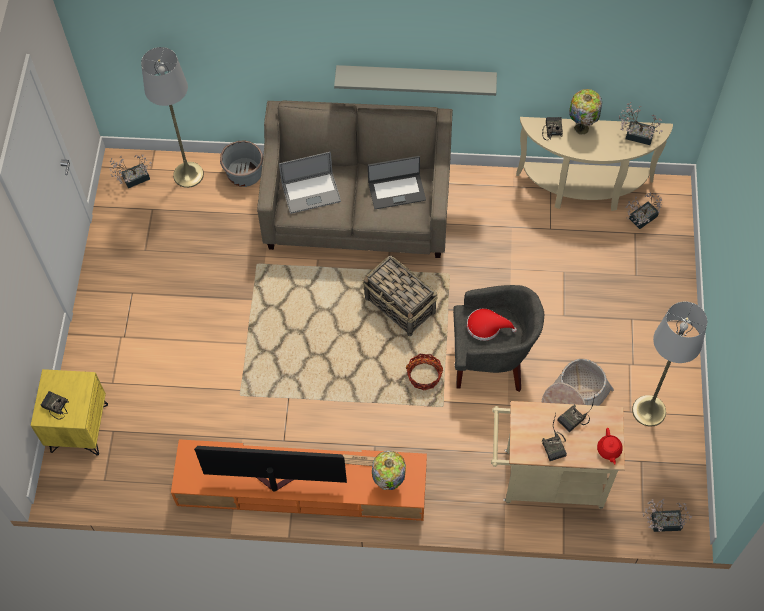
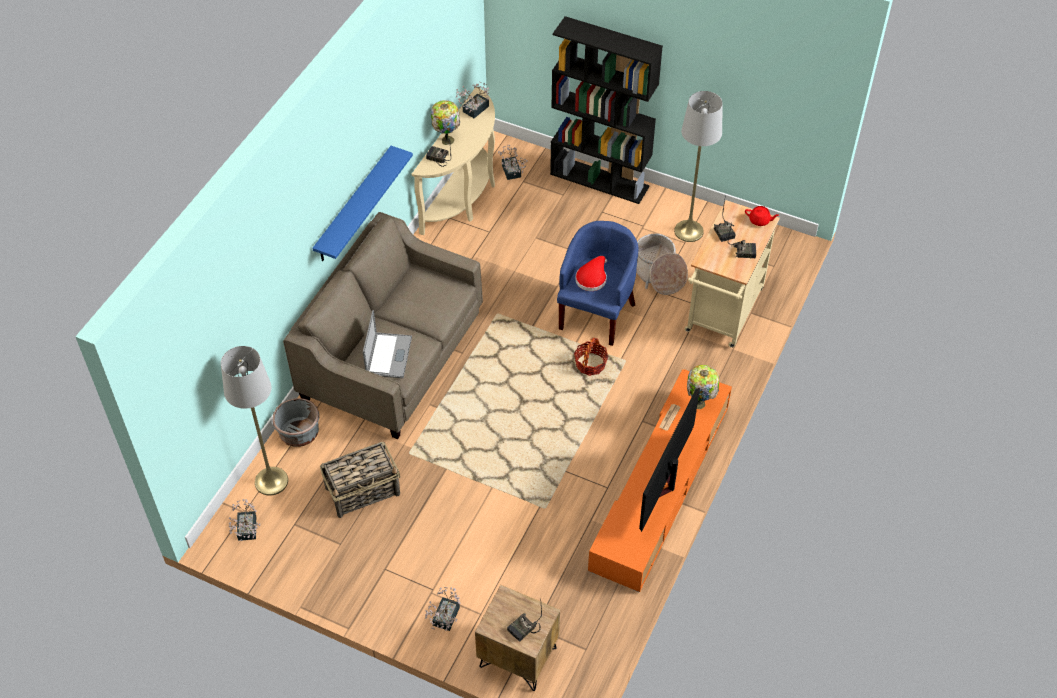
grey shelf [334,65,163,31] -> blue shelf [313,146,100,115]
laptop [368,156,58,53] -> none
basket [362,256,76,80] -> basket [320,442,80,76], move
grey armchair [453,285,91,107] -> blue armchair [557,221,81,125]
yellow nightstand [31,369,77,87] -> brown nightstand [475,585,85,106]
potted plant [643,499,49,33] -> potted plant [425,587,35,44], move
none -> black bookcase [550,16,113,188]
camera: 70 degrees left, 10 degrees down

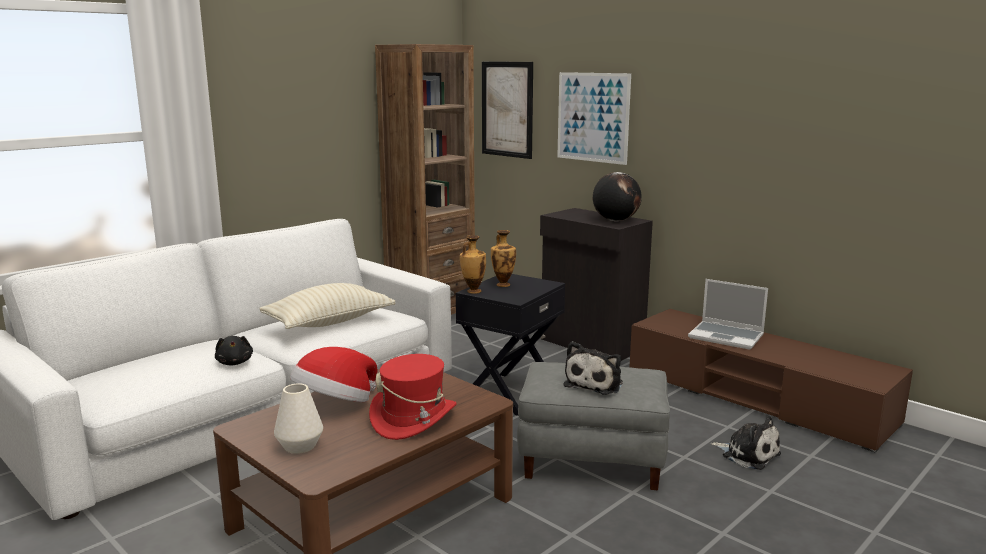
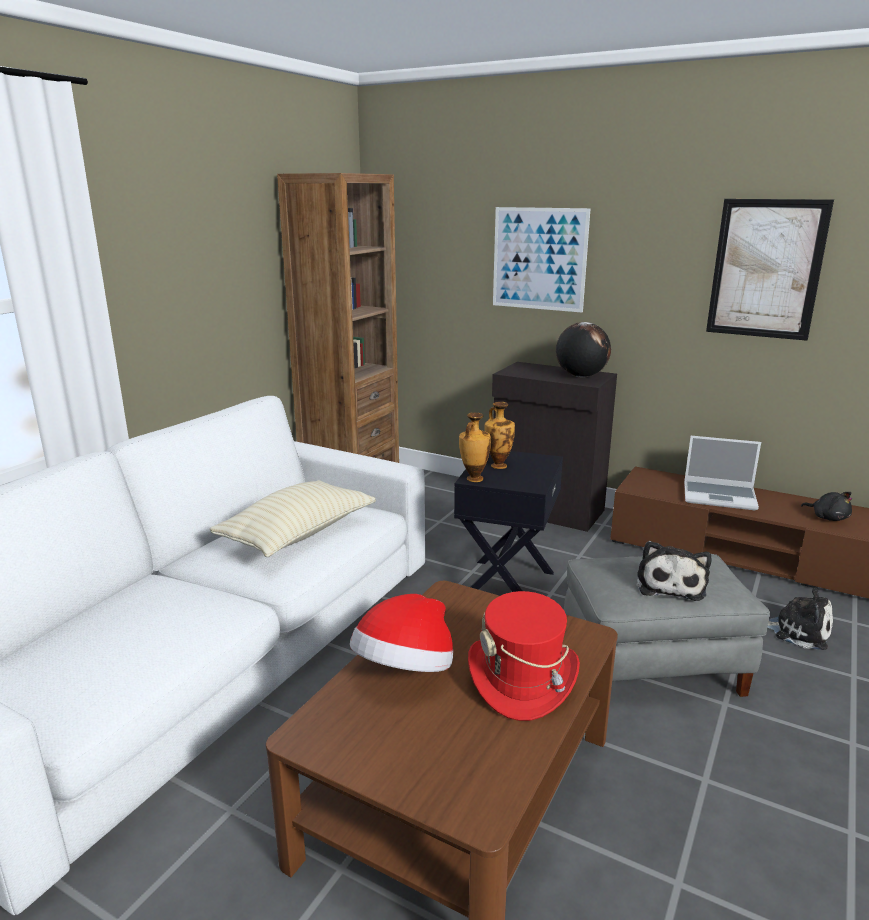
picture [482,62,51,97] -> picture [706,199,128,142], move
black plush toy [215,336,38,29] -> black plush toy [801,492,51,29], move
white vase [274,383,49,71] -> none
camera: 15 degrees left, 5 degrees up

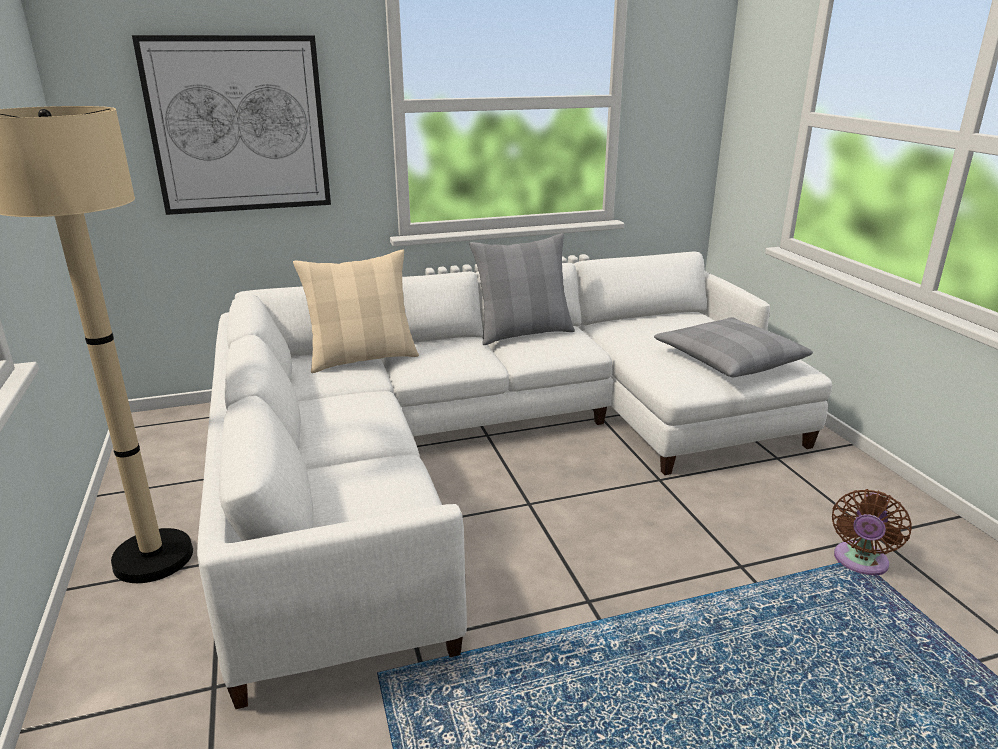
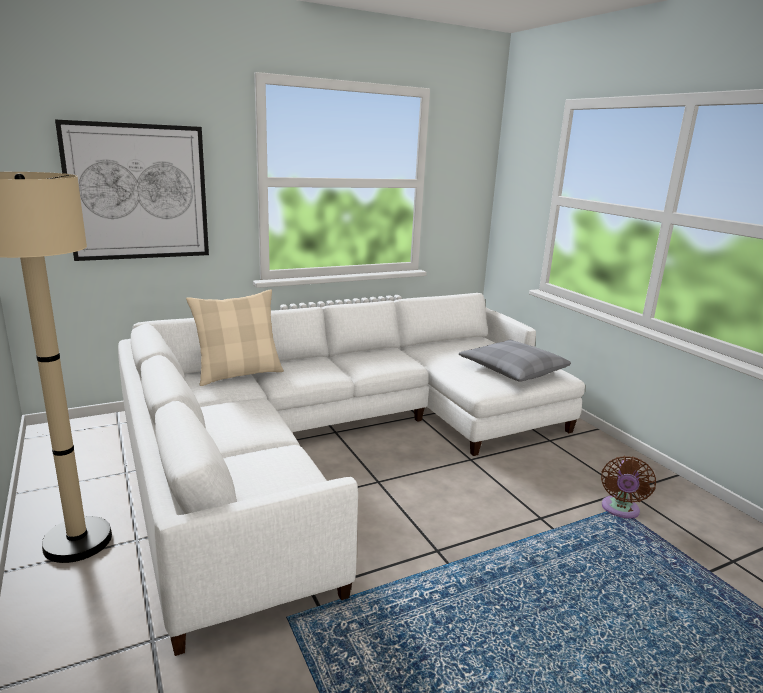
grey pillow [469,233,106,112] -> none
camera: 10 degrees left, 5 degrees down

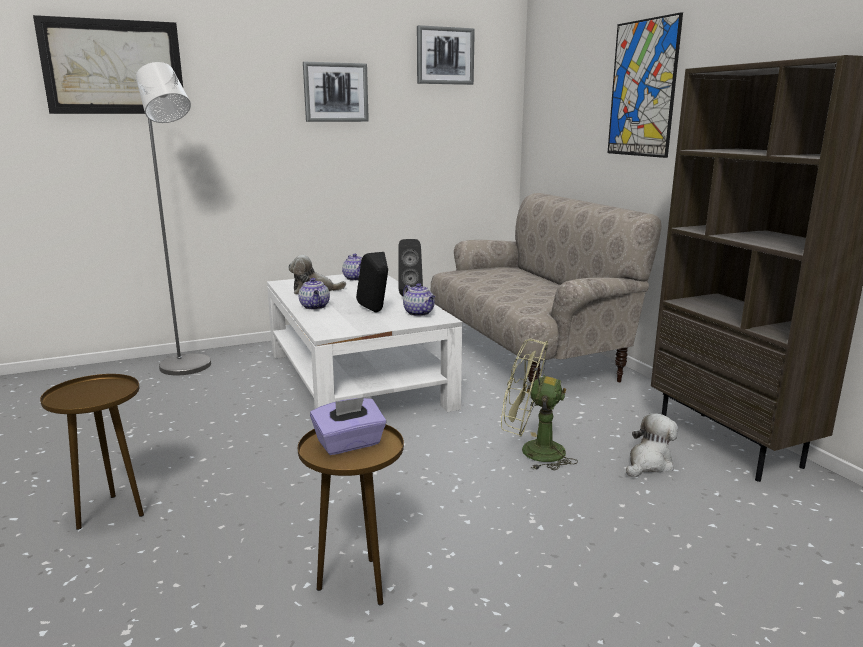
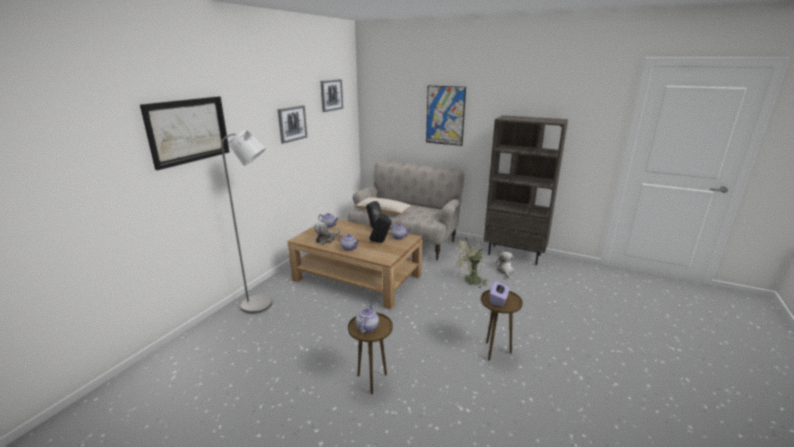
white coffee table [267,274,195,138] -> brown coffee table [287,219,135,90]
none -> beige pillow [355,197,57,17]
none -> teapot [356,304,23,29]
camera: 40 degrees left, 5 degrees up

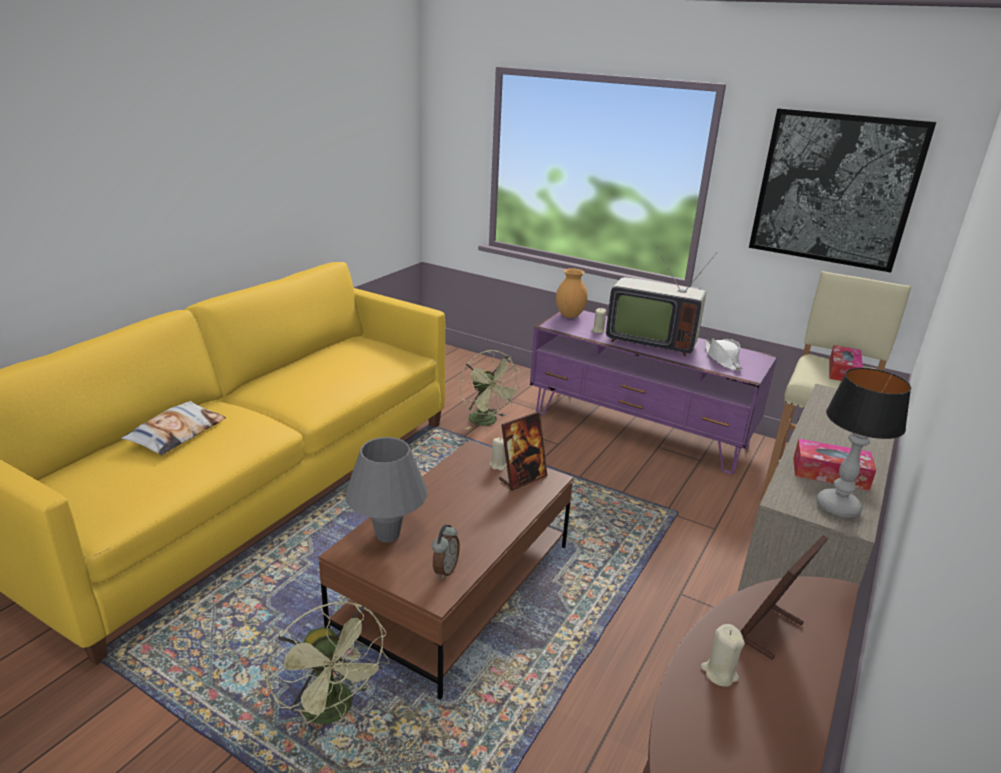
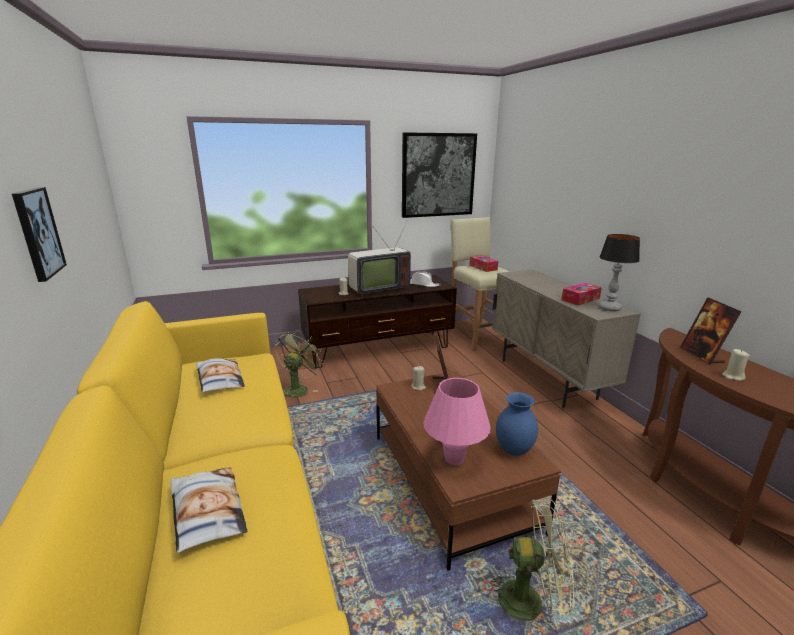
brown vase [556,268,32,50] -> none
purple tv stand [530,310,247,164] -> brown tv stand [298,275,159,93]
green fan [459,350,62,80] -> green fan [275,331,49,66], 75 degrees counterclockwise
grey table lamp [345,437,82,105] -> pink table lamp [423,378,68,87]
alarm clock [432,525,28,54] -> blue vase [496,392,42,64]
none -> picture [12,187,55,95]
none -> pillow [196,358,49,34]
camera: 50 degrees left, 5 degrees down

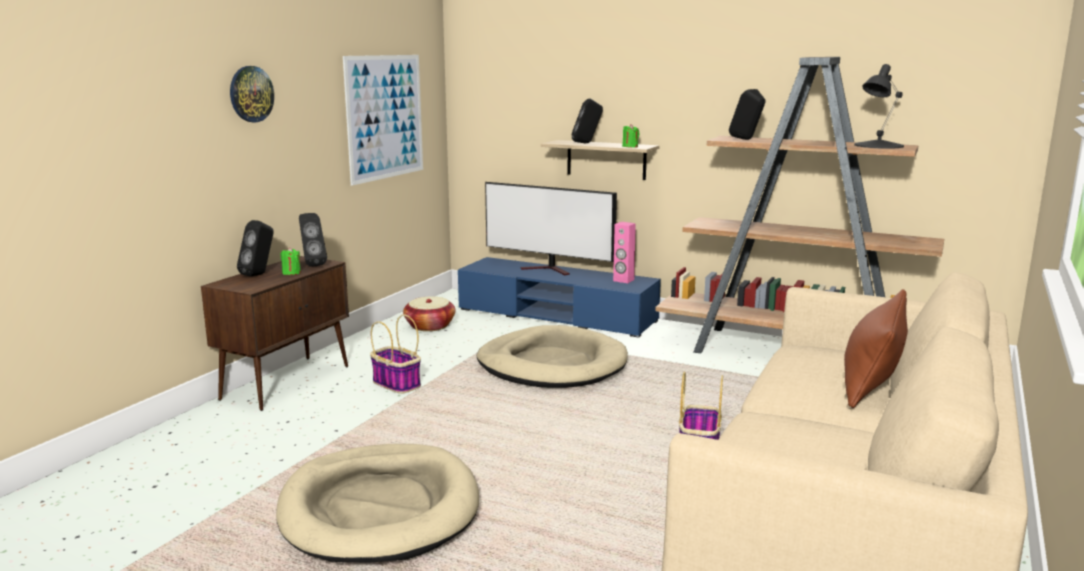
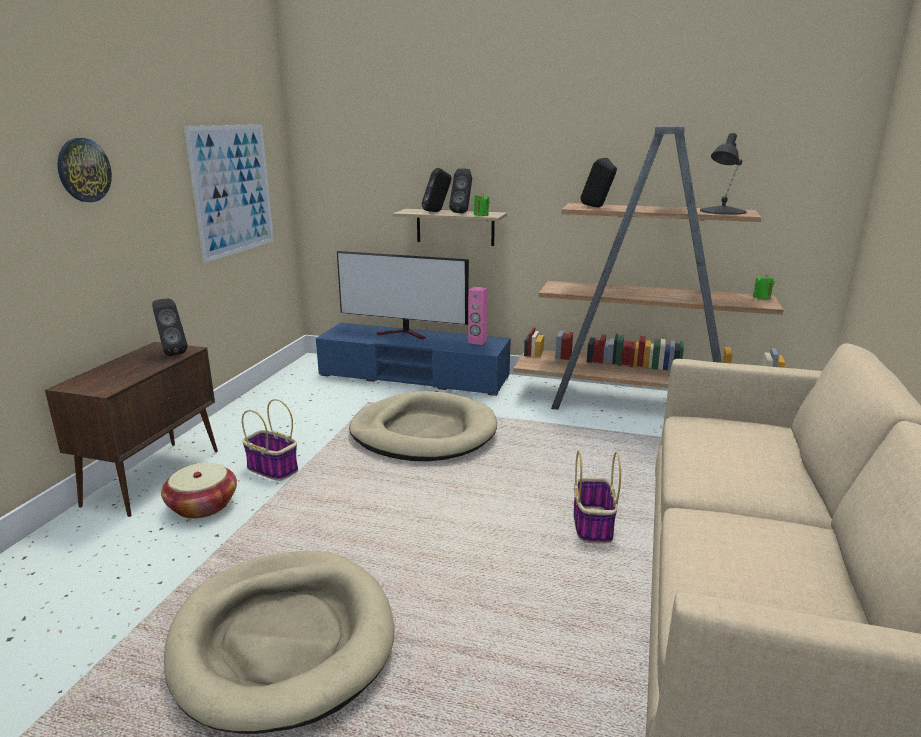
black speaker [237,220,37,56] -> black speaker [449,169,23,45], move
green candle [280,247,21,28] -> green candle [753,275,22,24], move
brown pillow [844,289,64,119] -> none
basket [403,296,52,35] -> basket [161,463,76,56], move
camera: 10 degrees left, 5 degrees up

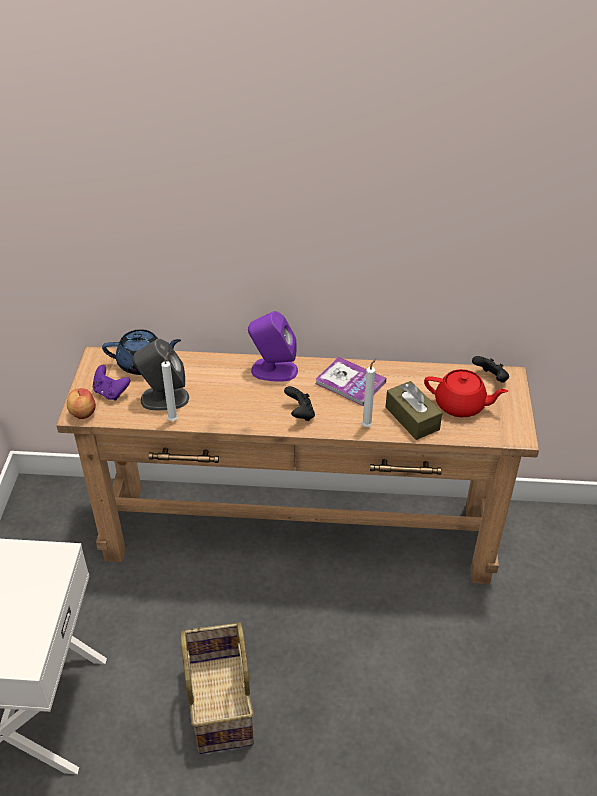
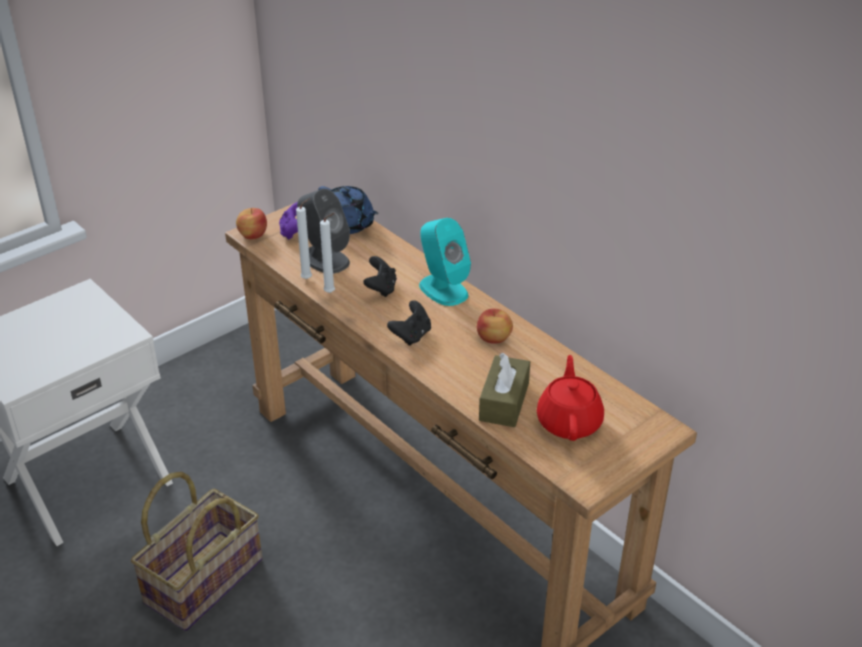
purple speaker [248,311,50,71] -> turquoise speaker [419,218,52,88]
black game controller [472,356,37,27] -> black game controller [363,256,34,41], move
book [315,357,71,49] -> apple [477,309,36,35]
white candle [362,358,15,69] -> white candle [320,213,15,80], move
red teapot [424,369,84,48] -> red teapot [537,355,67,86], 150 degrees counterclockwise
camera: 45 degrees right, 5 degrees down

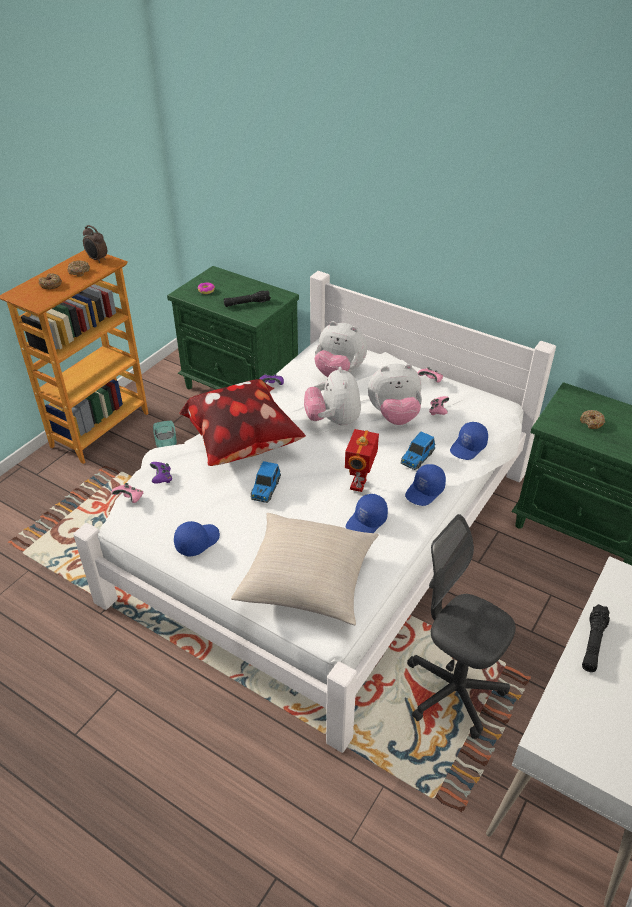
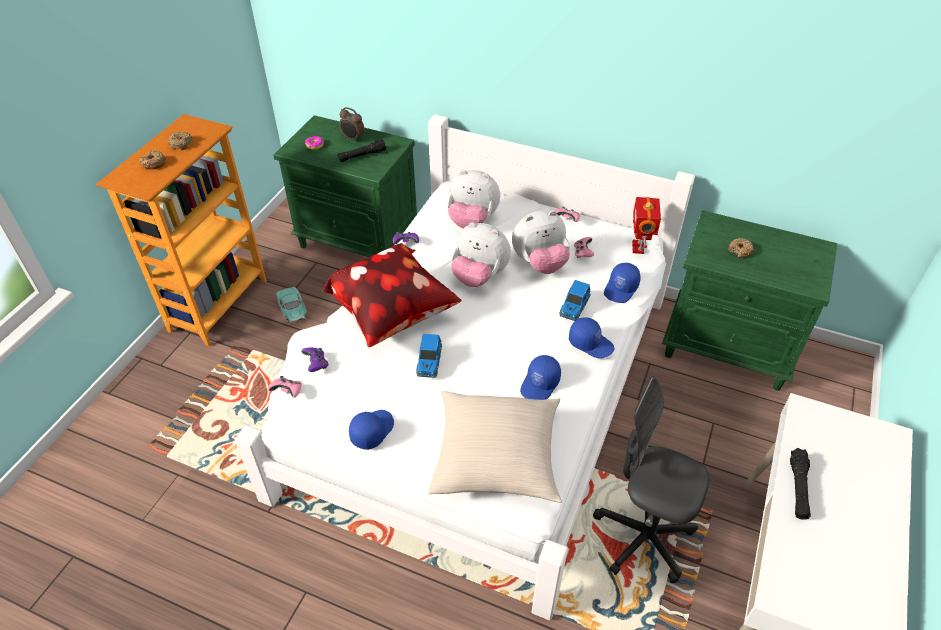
alarm clock [83,225,24,38] -> alarm clock [339,107,25,35], move
plush toy [304,367,57,59] -> plush toy [451,222,60,65], 45 degrees counterclockwise
toy robot [345,429,34,63] -> toy robot [632,197,29,57], move
blue cap [405,464,41,42] -> blue cap [569,317,45,42], 90 degrees counterclockwise
camera: 10 degrees left, 5 degrees up

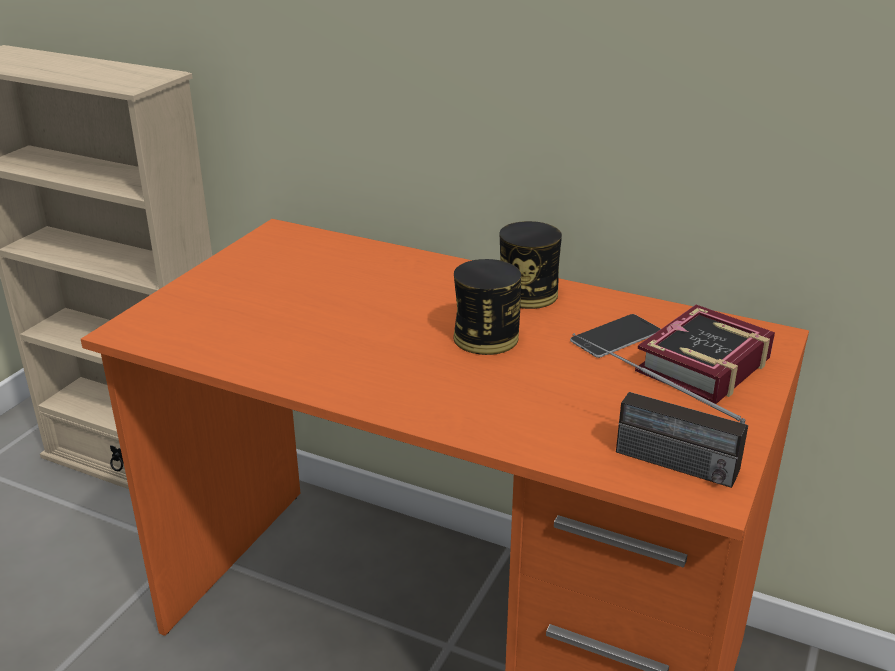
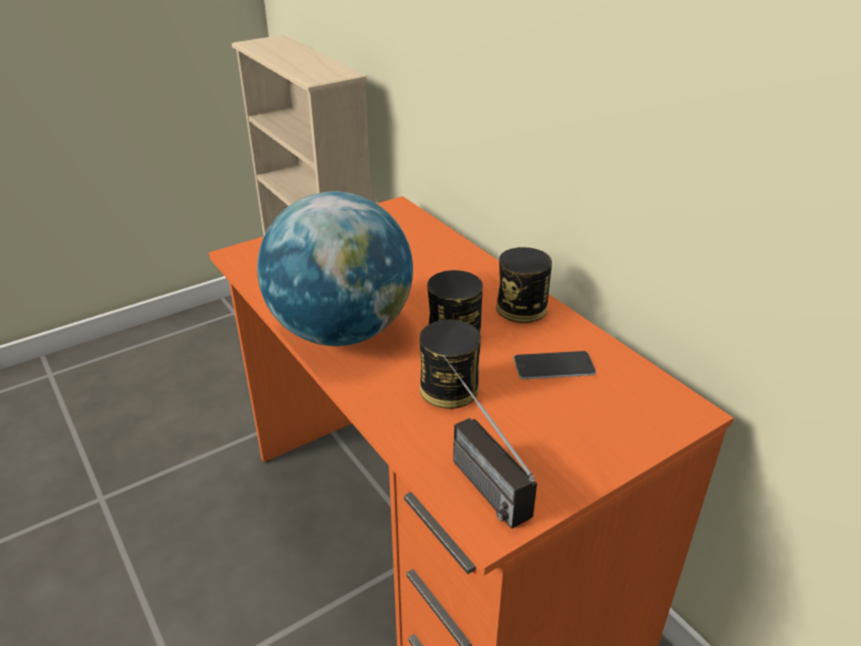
book [635,305,140,99] -> none
none -> globe [257,191,156,155]
none -> can [419,320,62,89]
camera: 30 degrees right, 5 degrees up

